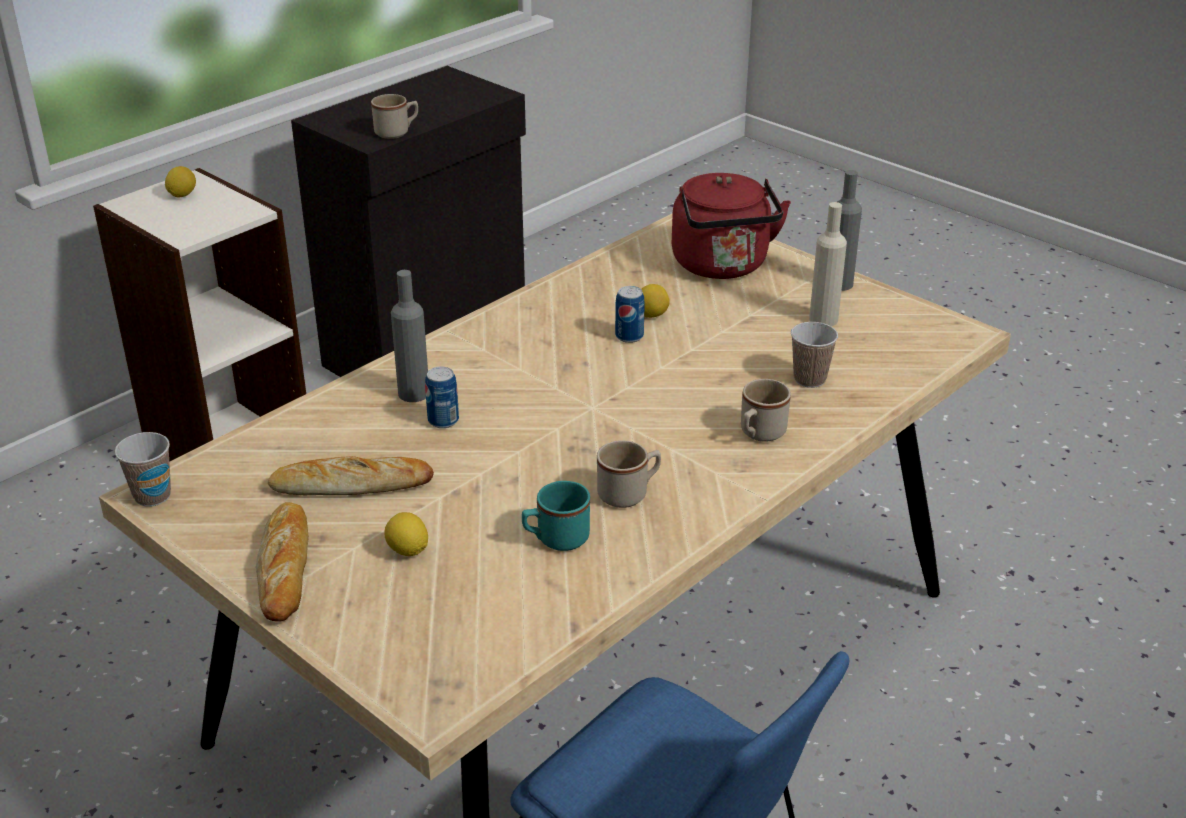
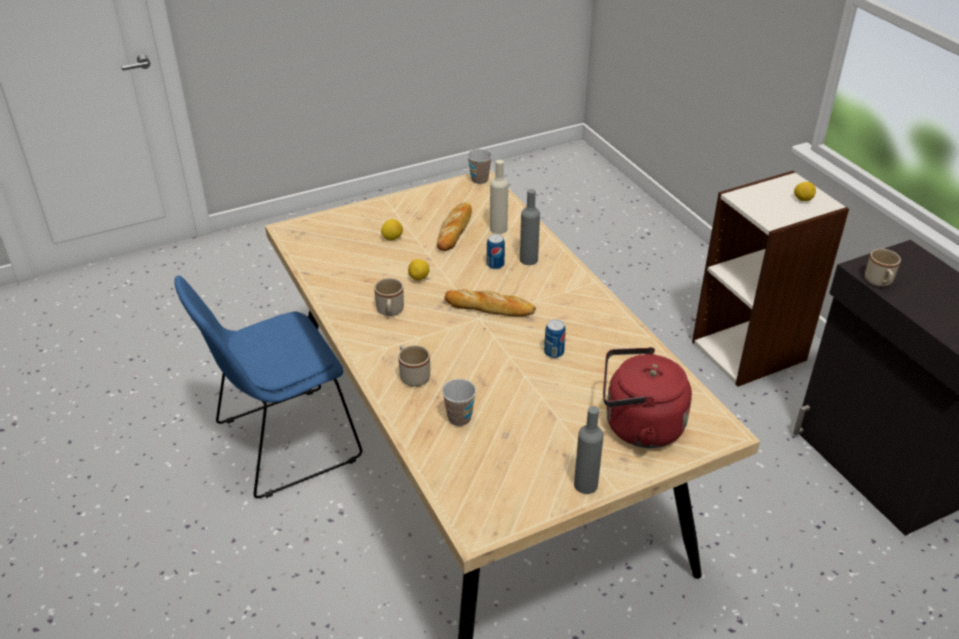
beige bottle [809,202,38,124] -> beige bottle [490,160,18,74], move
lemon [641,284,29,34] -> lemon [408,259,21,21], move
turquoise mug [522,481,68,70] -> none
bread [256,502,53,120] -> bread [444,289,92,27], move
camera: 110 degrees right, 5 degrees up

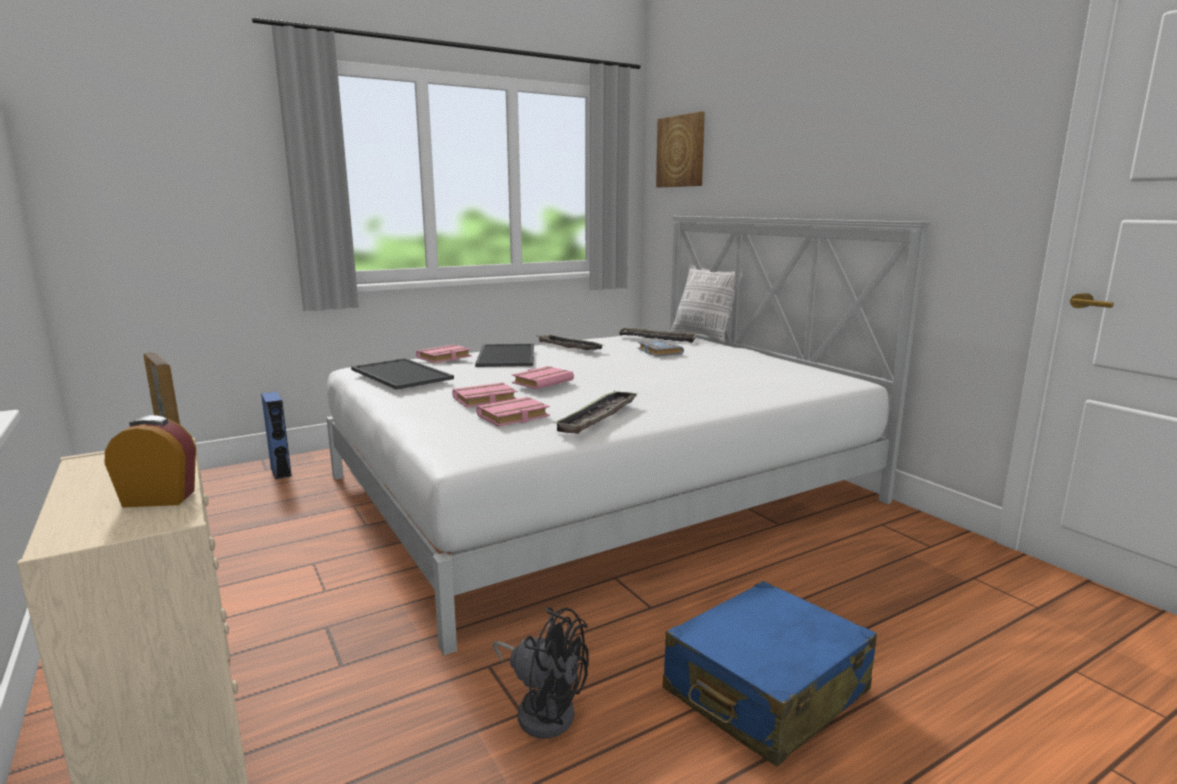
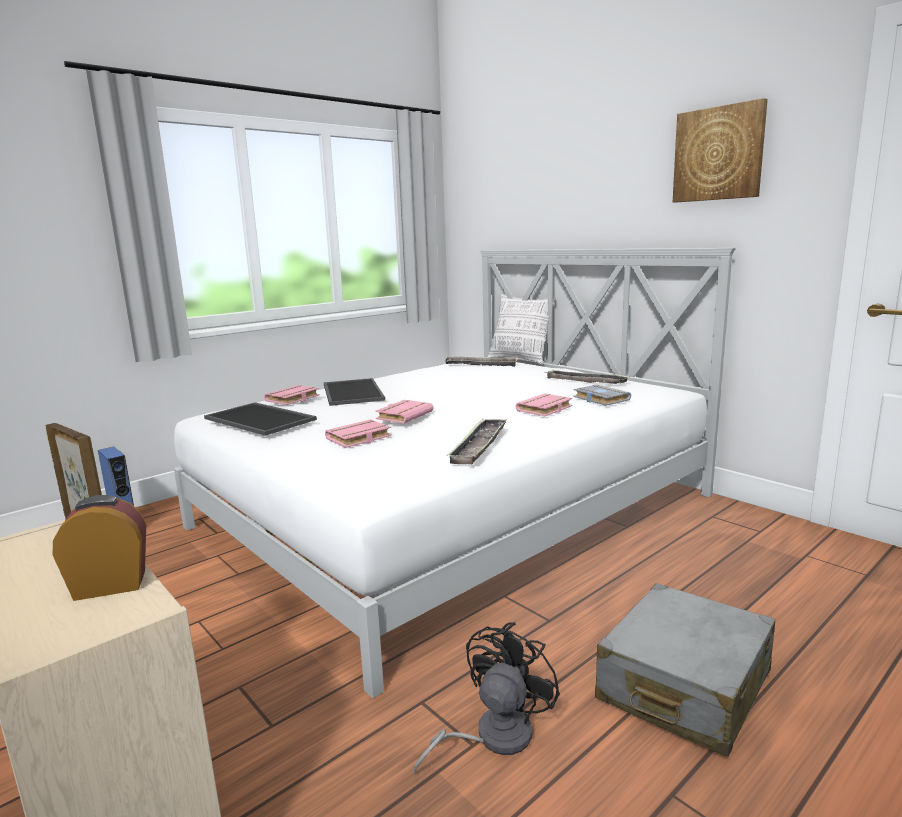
picture [656,111,49,76] -> picture [673,98,95,105], move
tray [536,334,67,16] -> tray [544,370,86,14], move
grey book [637,340,47,17] -> grey book [573,385,58,21], move
pink book [476,397,74,30] -> pink book [515,393,57,23], move
blue suitcase [663,581,214,186] -> grey suitcase [595,583,180,174]
black fan [493,607,96,131] -> black fan [413,622,147,153], 75 degrees counterclockwise
camera: 10 degrees left, 0 degrees up

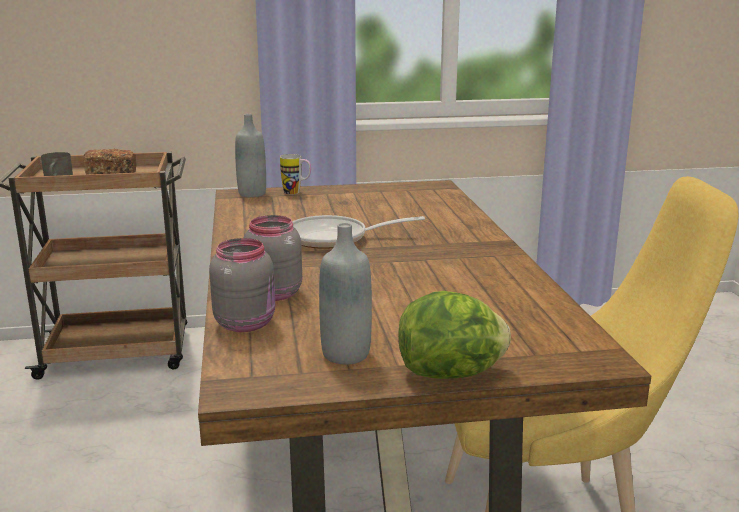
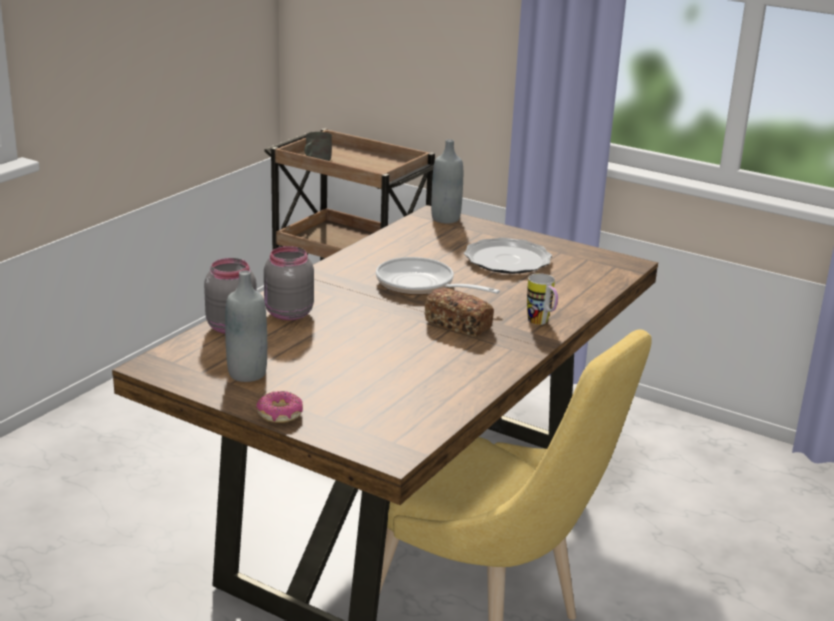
bread [84,149,52,25] -> bread [424,288,70,49], move
mug [280,154,31,40] -> mug [527,273,31,52], move
lettuce [398,291,113,88] -> donut [256,391,47,32]
none -> plate [464,238,88,36]
camera: 40 degrees right, 5 degrees up

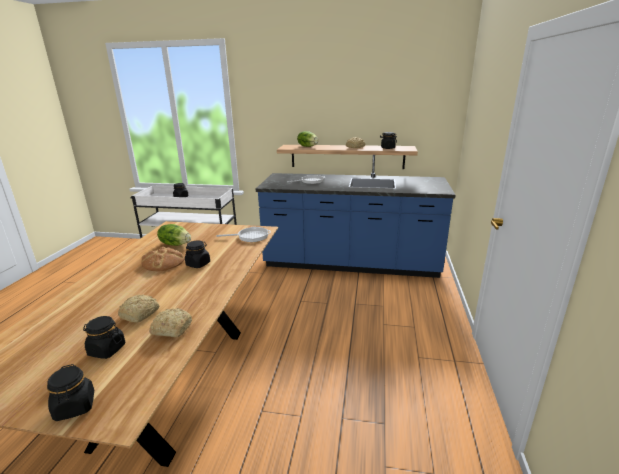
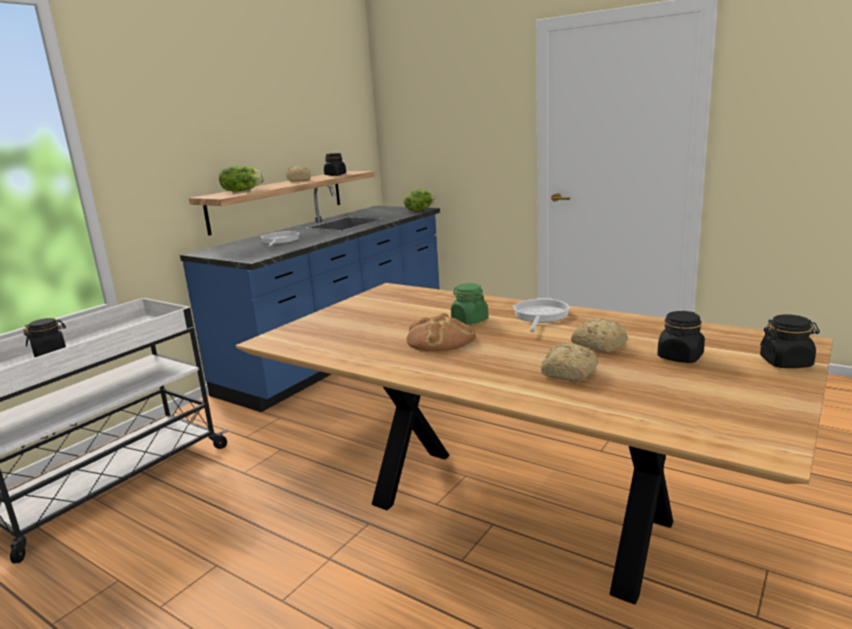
lettuce [157,224,34,22] -> lettuce [404,190,31,21], move
frying pan [216,227,55,15] -> frying pan [513,298,58,34], move
black jar [185,240,25,28] -> green jar [451,283,37,42]
bread [149,308,43,29] -> bread [541,343,57,39], move
camera: 65 degrees left, 5 degrees down

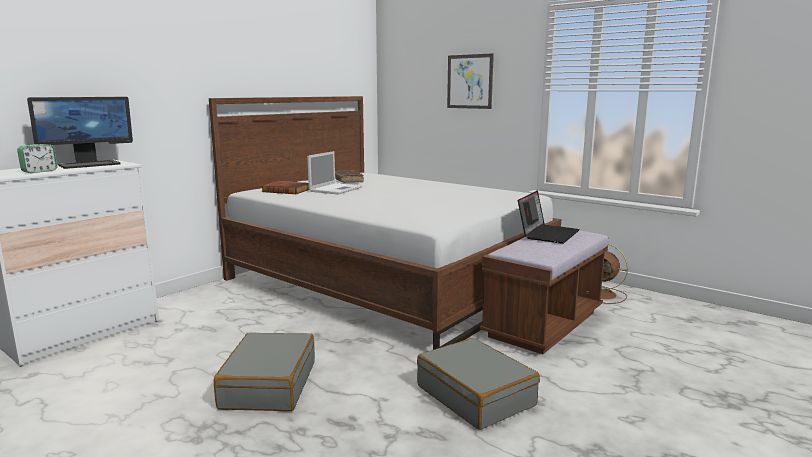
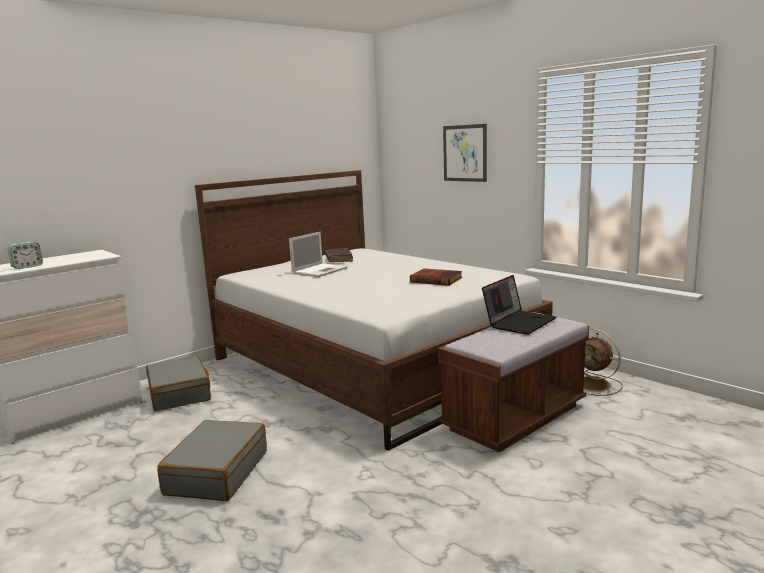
monitor [27,97,106,72] -> none
book [262,181,47,13] -> book [410,268,52,18], move
grey suitcase [417,338,123,92] -> grey suitcase [146,356,65,55], move
camera: 10 degrees right, 0 degrees up

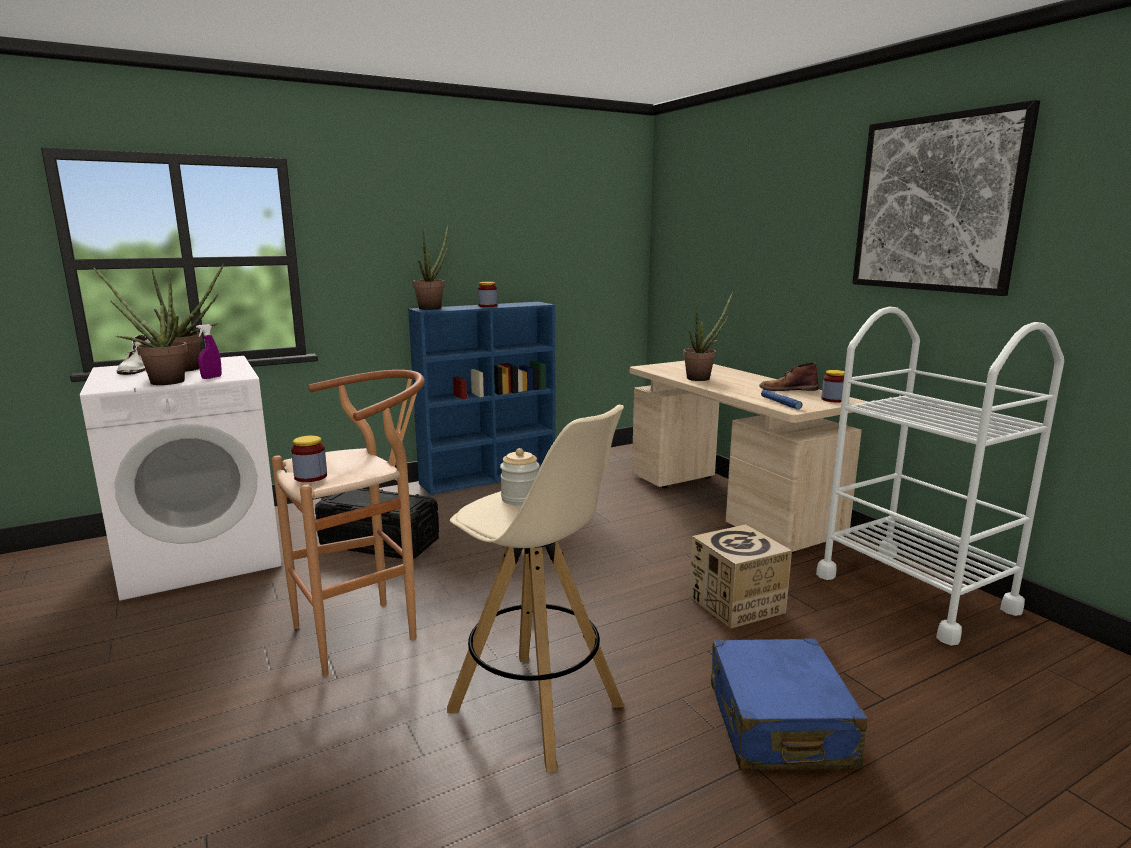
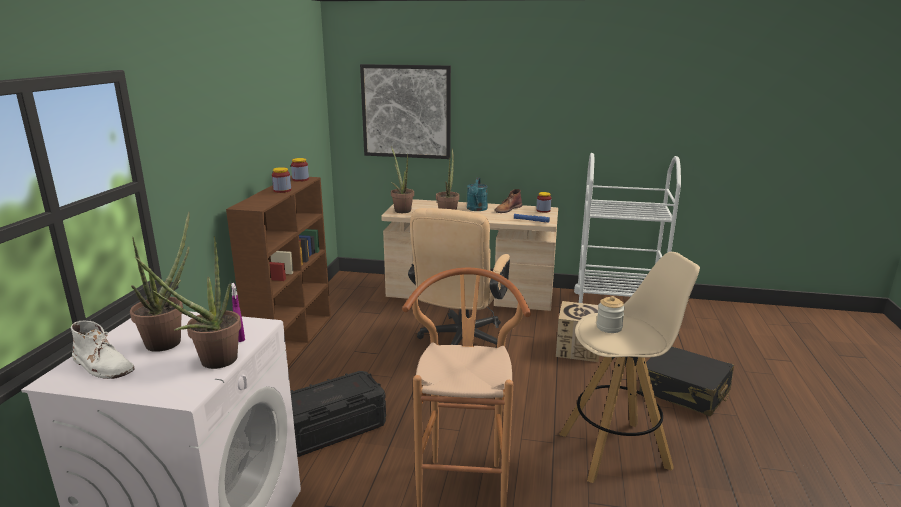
picture [852,100,188,196] -> picture [360,64,91,95], move
potted plant [413,225,35,85] -> potted plant [391,146,23,67], move
blue bookcase [408,302,148,193] -> brown bookcase [226,176,105,191]
jar [291,436,36,46] -> jar [291,158,18,24], move
blue suitcase [711,639,157,131] -> black suitcase [639,347,95,69]
none -> turquoise watering can [467,177,21,34]
none -> beige office chair [408,208,102,140]
camera: 50 degrees left, 5 degrees up

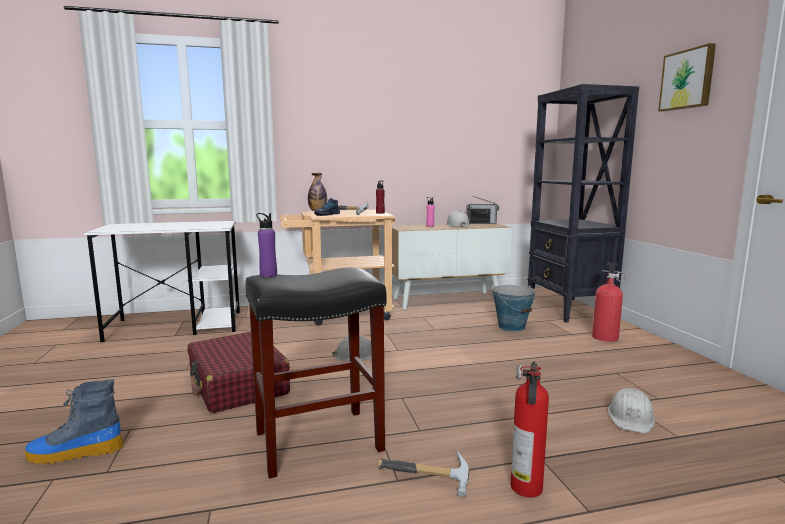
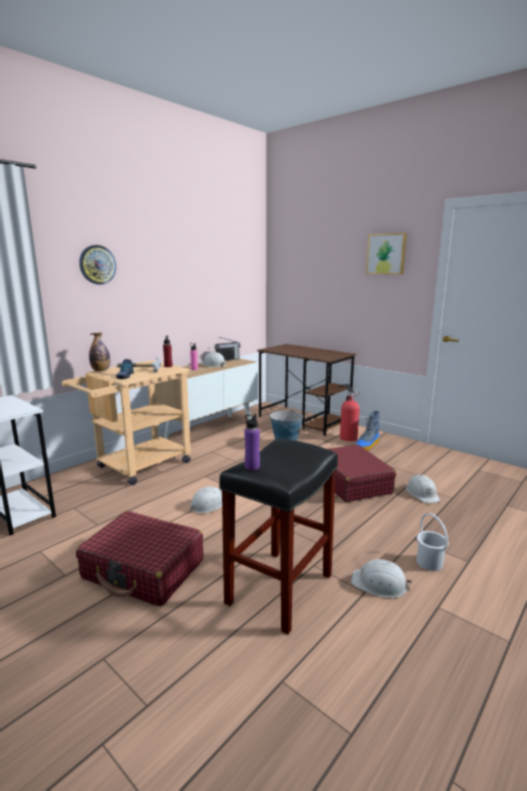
black bookcase [528,84,111,239] -> brown desk [257,344,99,92]
fire extinguisher [511,361,38,136] -> white bucket [417,513,32,58]
boot [25,379,99,86] -> boot [355,411,25,40], move
hammer [377,451,92,46] -> white hard hat [351,559,61,39]
none -> wall clock [79,245,37,40]
none -> red suitcase [328,445,68,57]
camera: 35 degrees left, 5 degrees up

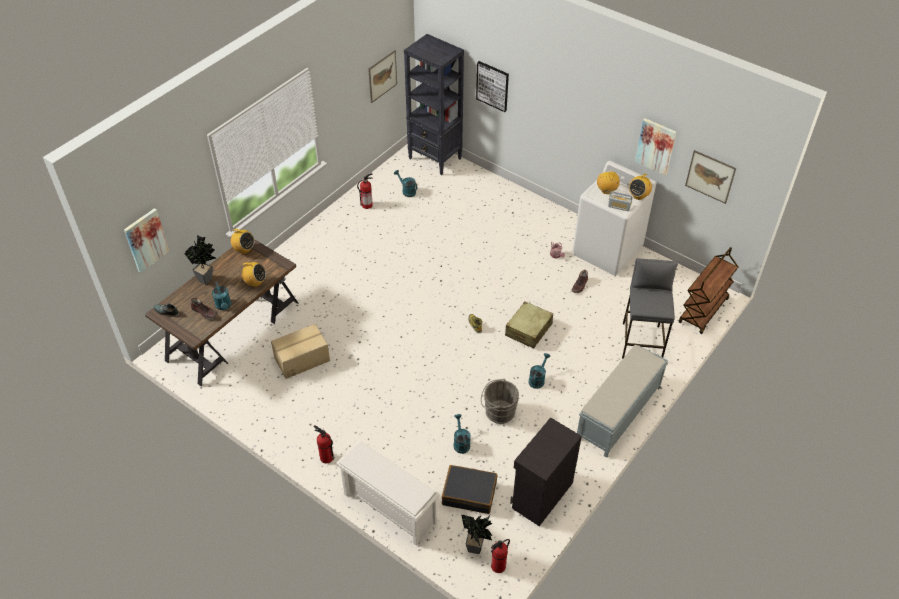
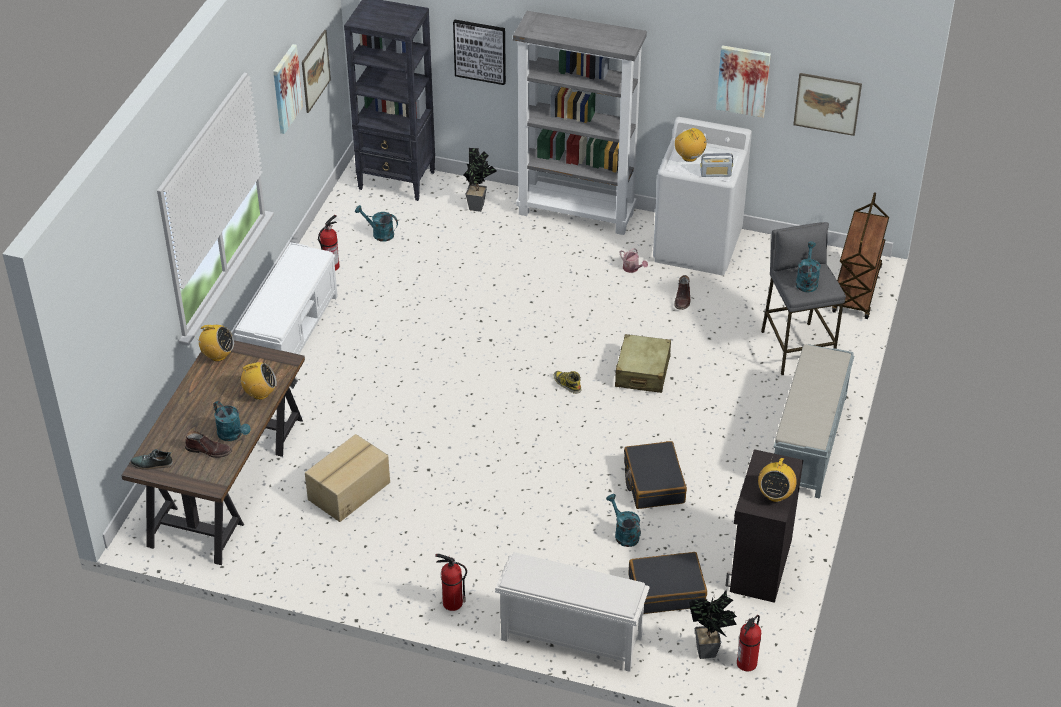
radio [629,173,23,27] -> radio [758,455,39,47], move
picture [124,208,46,65] -> picture [273,44,30,90], move
potted plant [184,235,32,50] -> potted plant [463,148,34,64], move
turquoise watering can [529,353,21,36] -> turquoise watering can [796,241,25,51], move
grey bucket [481,379,38,45] -> black suitcase [624,441,63,68]
none -> grey bookcase [513,11,134,224]
none -> white bench [234,242,104,112]
camera: 20 degrees left, 5 degrees down

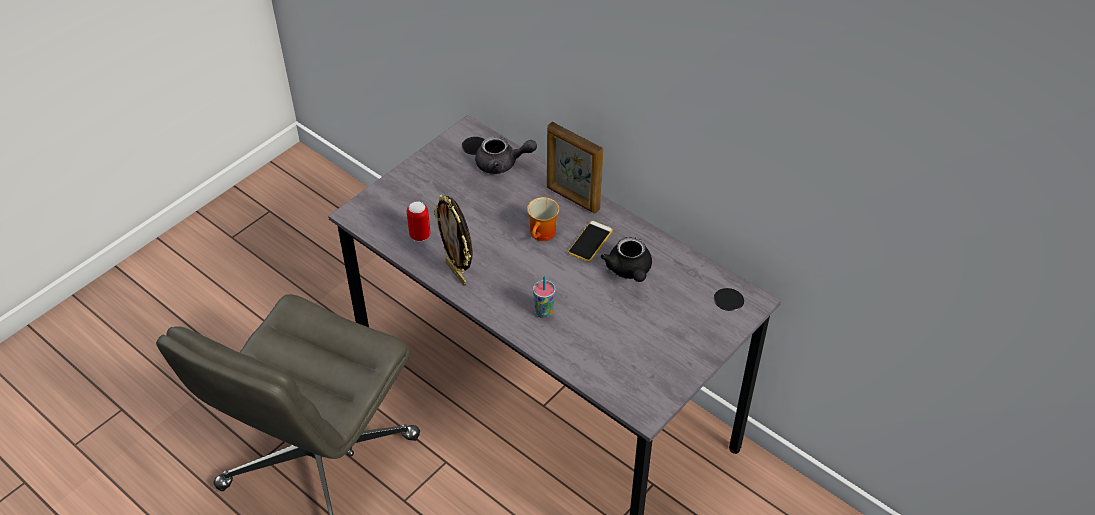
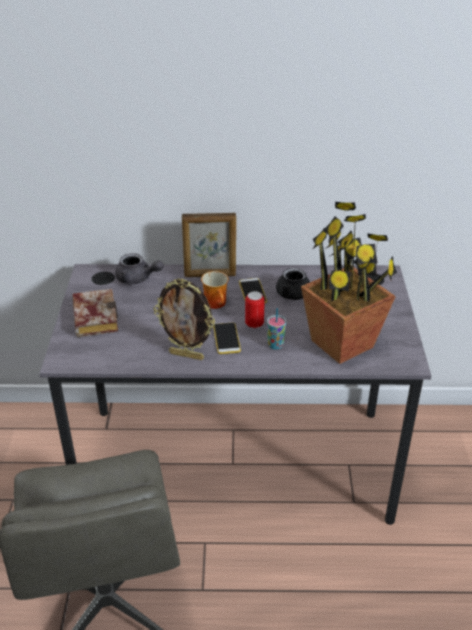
grey teapot [475,136,62,38] -> grey teapot [115,253,49,31], 60 degrees clockwise
can [407,201,23,41] -> can [245,291,20,37], move
none -> potted plant [301,202,96,162]
none -> book [73,289,45,48]
none -> phone [213,323,28,31]
camera: 40 degrees left, 10 degrees down

